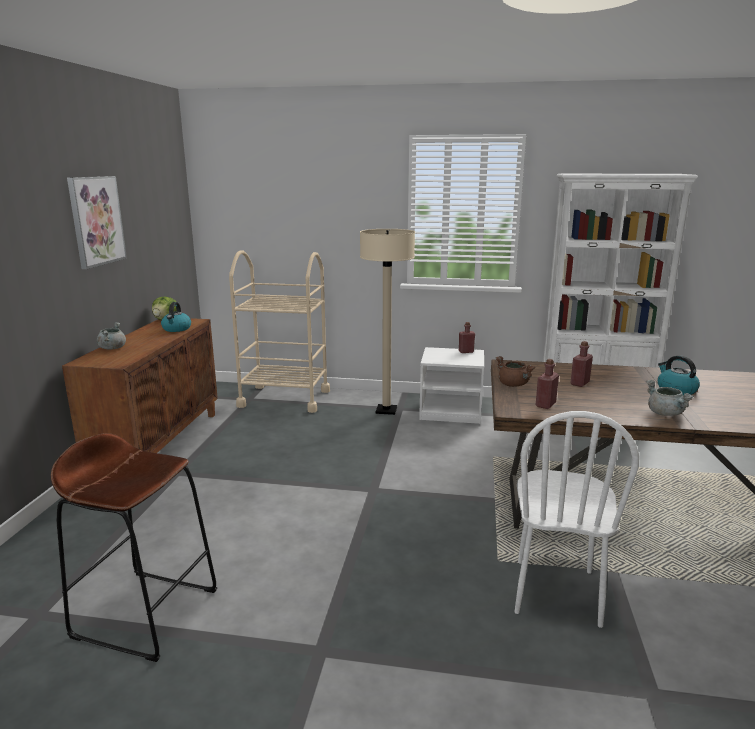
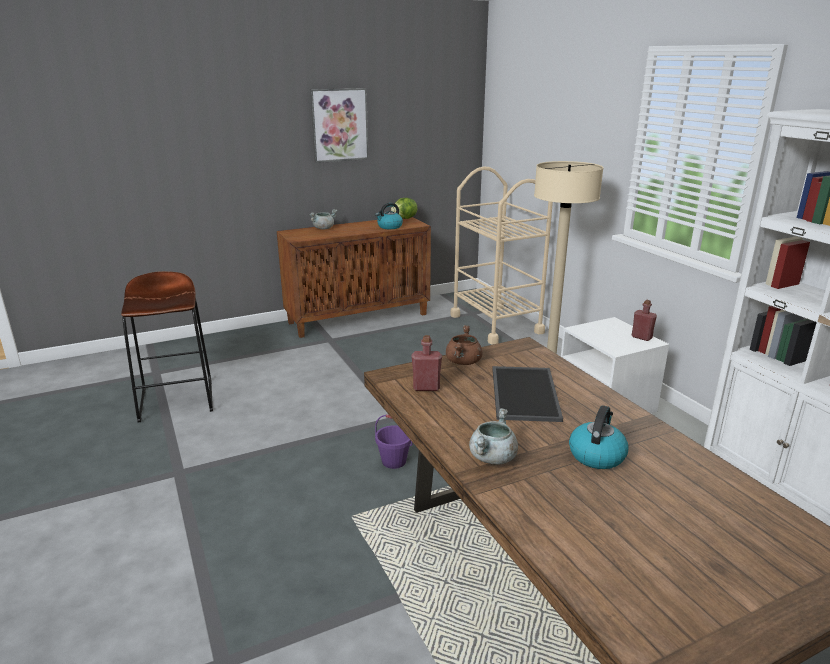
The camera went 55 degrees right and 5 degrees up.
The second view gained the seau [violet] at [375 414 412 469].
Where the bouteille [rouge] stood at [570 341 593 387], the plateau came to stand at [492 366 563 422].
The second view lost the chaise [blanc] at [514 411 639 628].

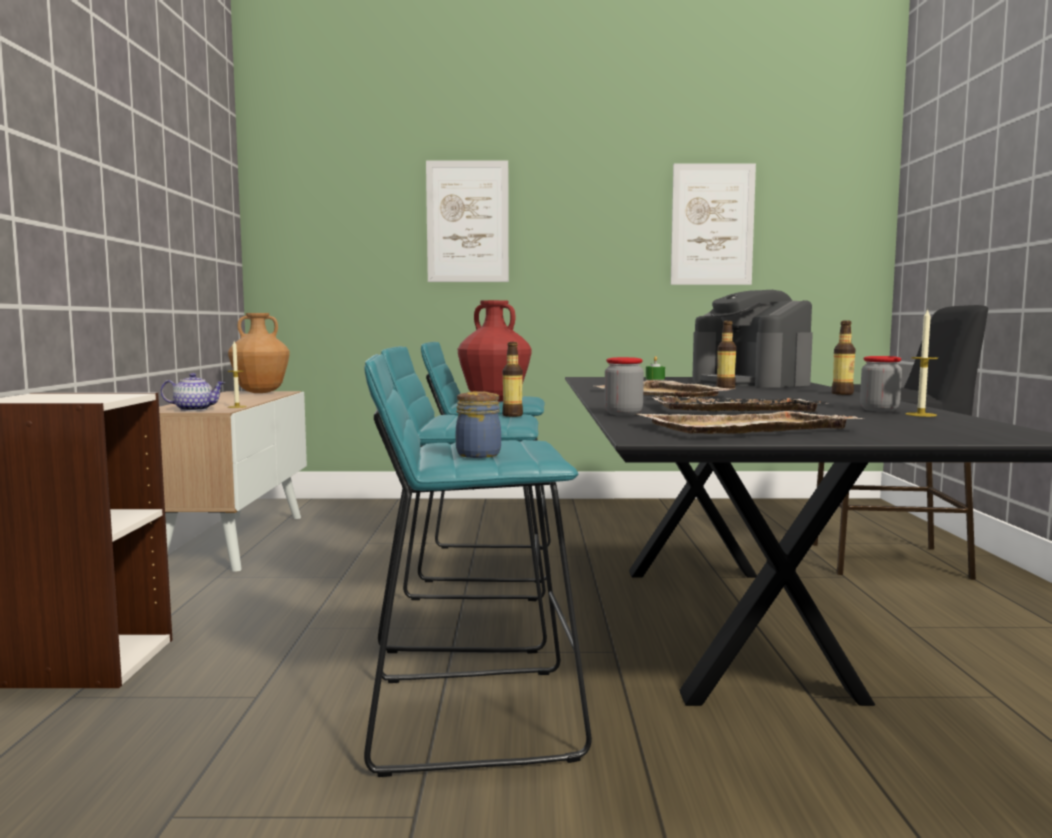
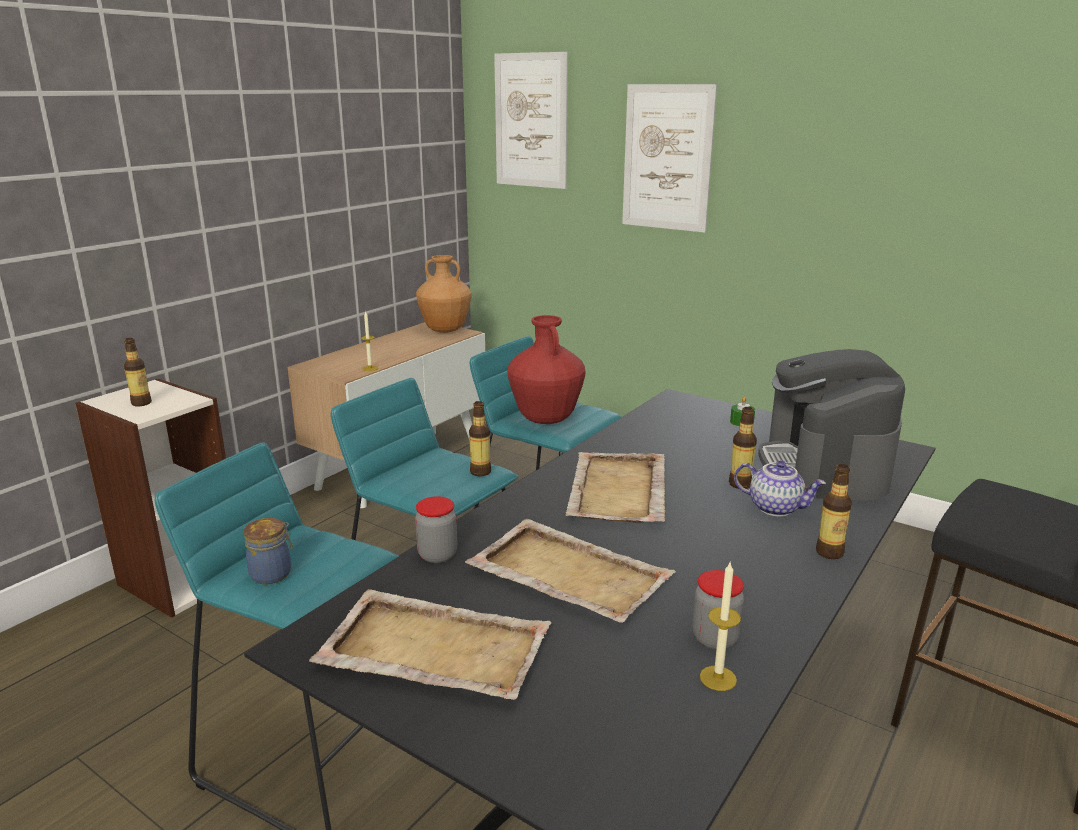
The camera went 35 degrees right and 15 degrees up.
The second view gained the bouteille at [124 338 152 406].
What was the plateau [noir] at [649 395 831 412] turned into the plateau [beige] at [465 519 676 623].
The tableau ended up elsewhere, having gone from [671 163 756 285] to [494 52 568 189].
The théière ended up elsewhere, having gone from [161 373 225 411] to [734 460 826 516].

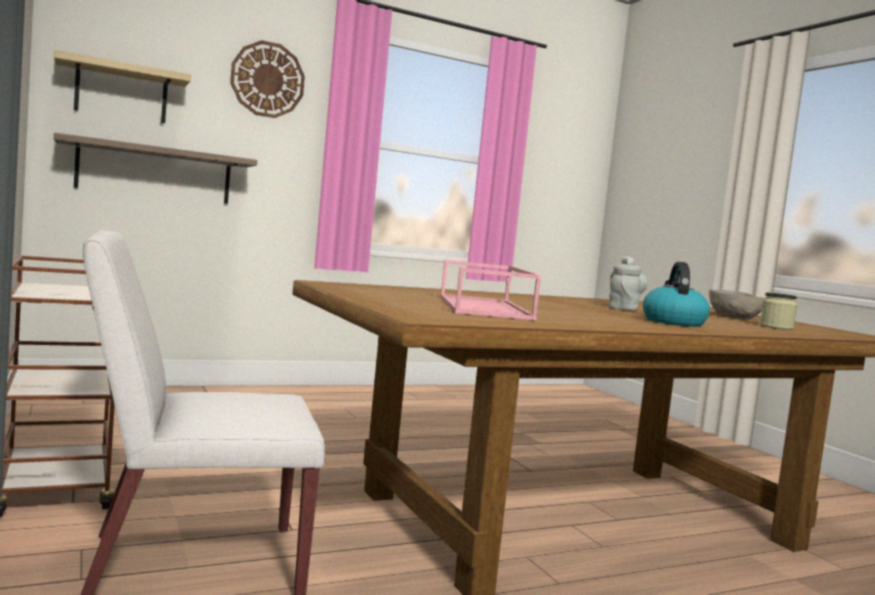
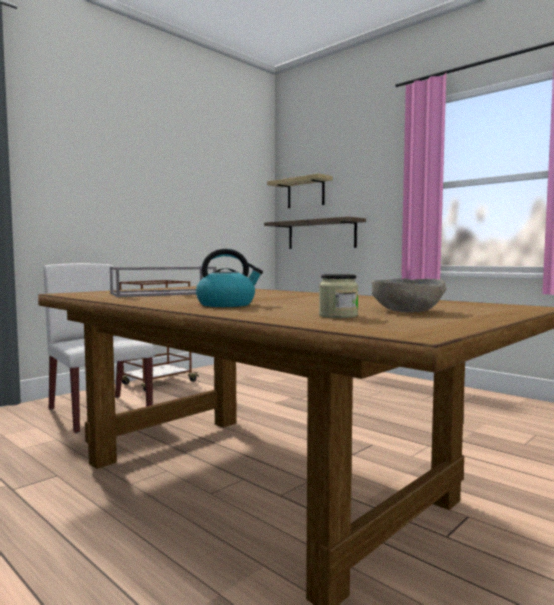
The camera went 70 degrees right and 0 degrees up.
What was the plateau [rose] at [441 260 541 320] turned into the plateau [gris] at [110 266 217 297].
The second view lost the horloge murale at [230 40 305 118].
The second view lost the théière [gris] at [609 256 647 310].

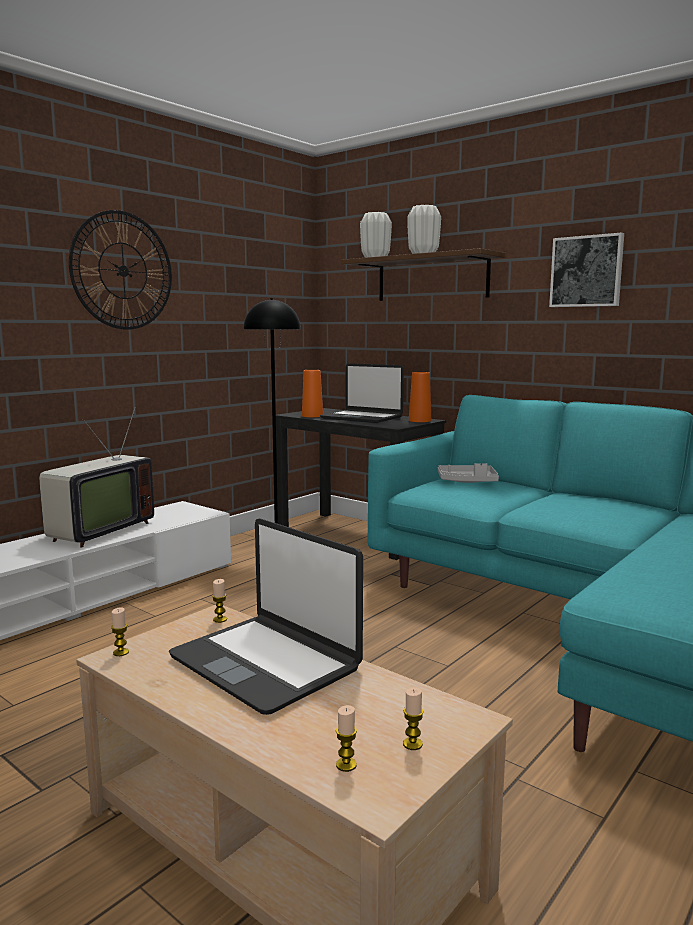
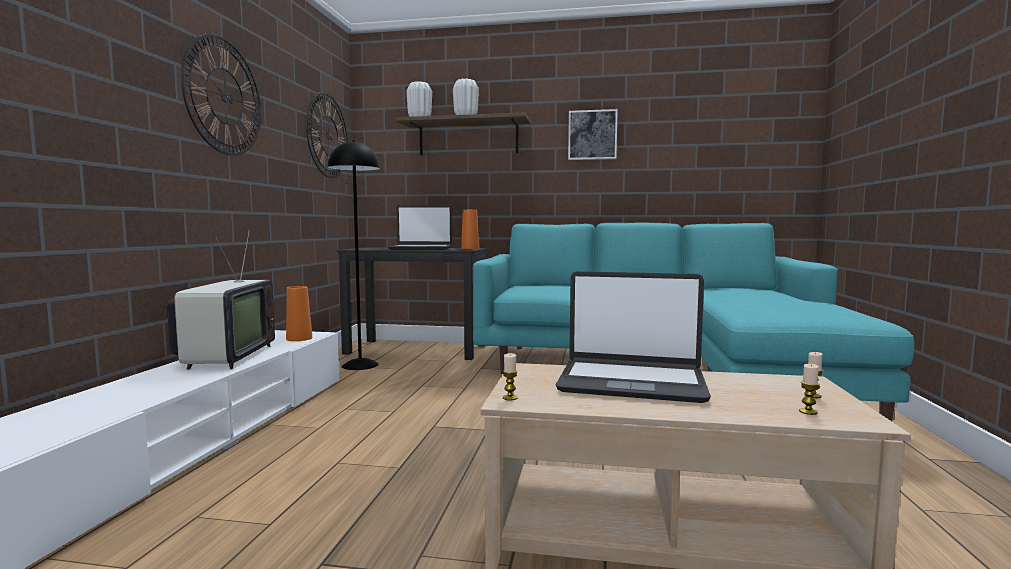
The camera went 30 degrees left and 5 degrees down.
The vase [orange] ended up elsewhere, having gone from [302 370 323 417] to [286 286 312 341].
The second view gained the horloge murale at [306 92 348 178].
The second view lost the bougie at [212 579 227 623].
The second view lost the plateau [gris] at [438 463 499 483].

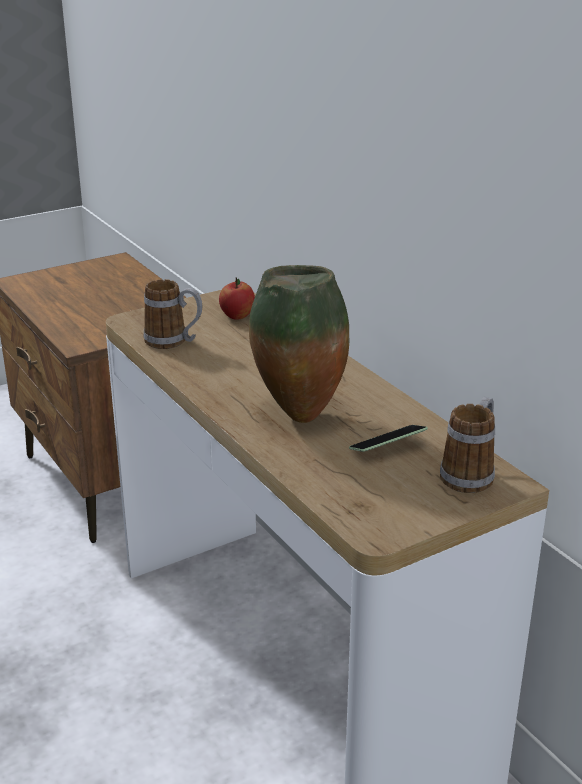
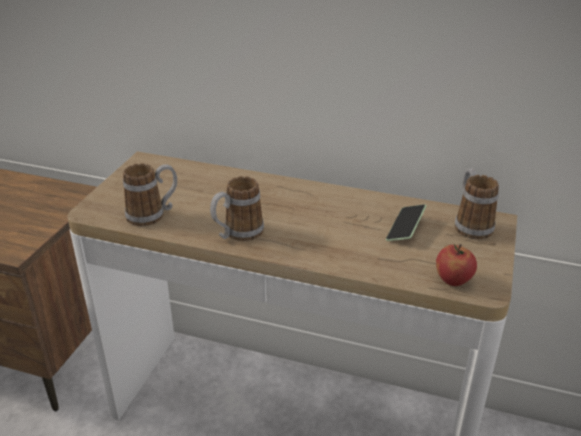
The camera went 40 degrees left and 5 degrees up.
The second view gained the mug at [210 176 264 241].
The pomme ended up elsewhere, having gone from [219 277 255 320] to [436 244 477 286].
The second view lost the vase at [249 265 349 423].

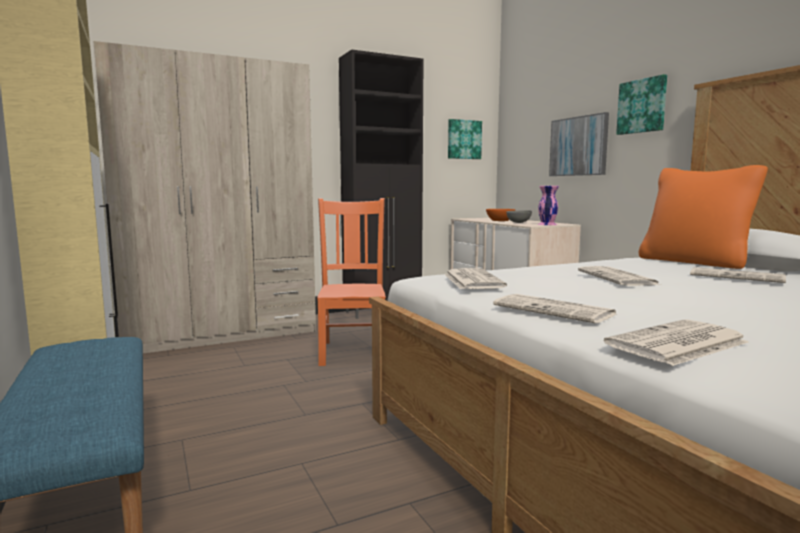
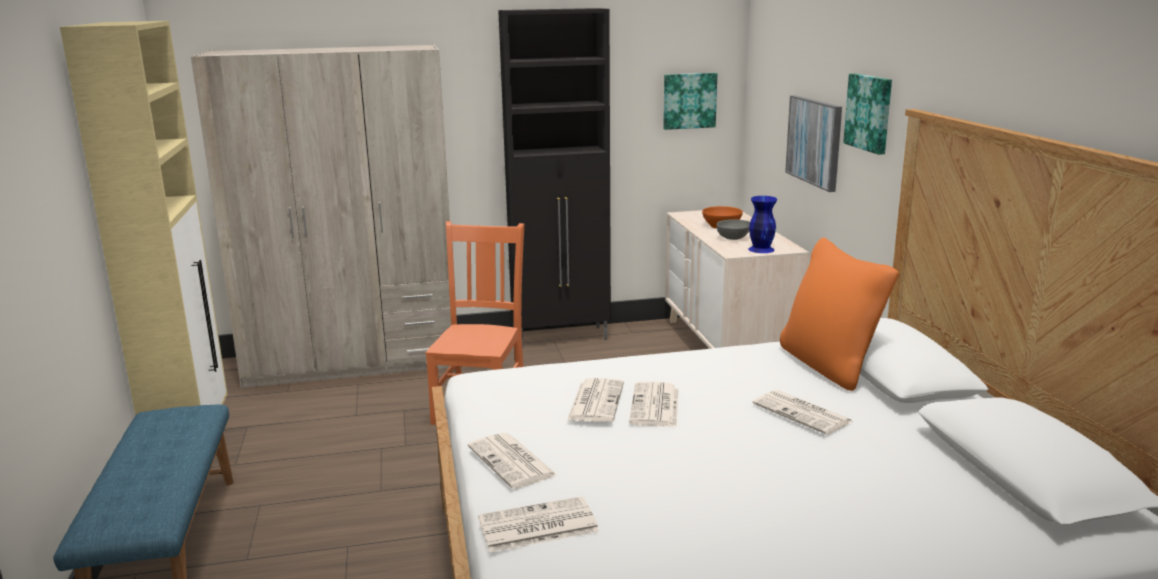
The camera went 15 degrees right and 10 degrees up.
The journal ended up elsewhere, having gone from [444 268 507 289] to [567 378 624 422].
What was the vase [rose] at [538 186 559 225] turned into the vase [bleu] at [748 196 777 253].

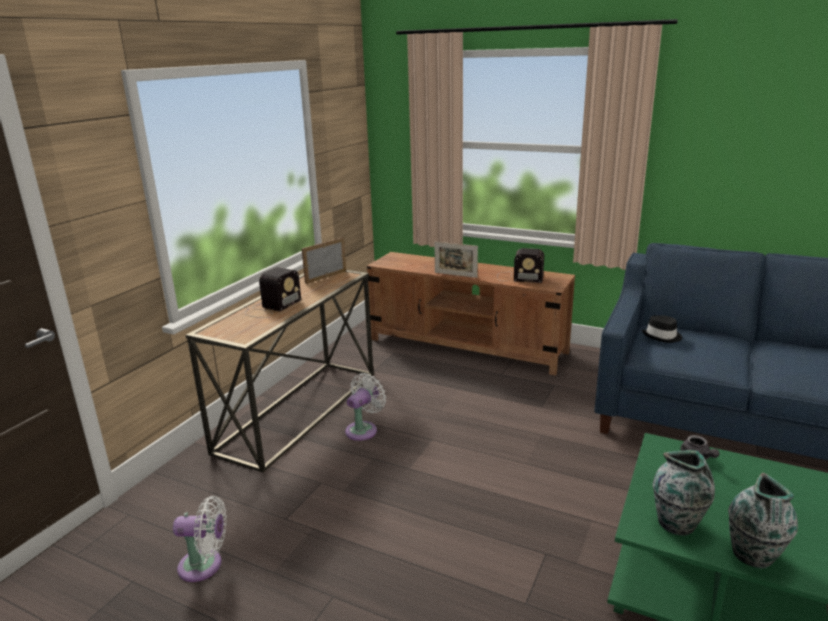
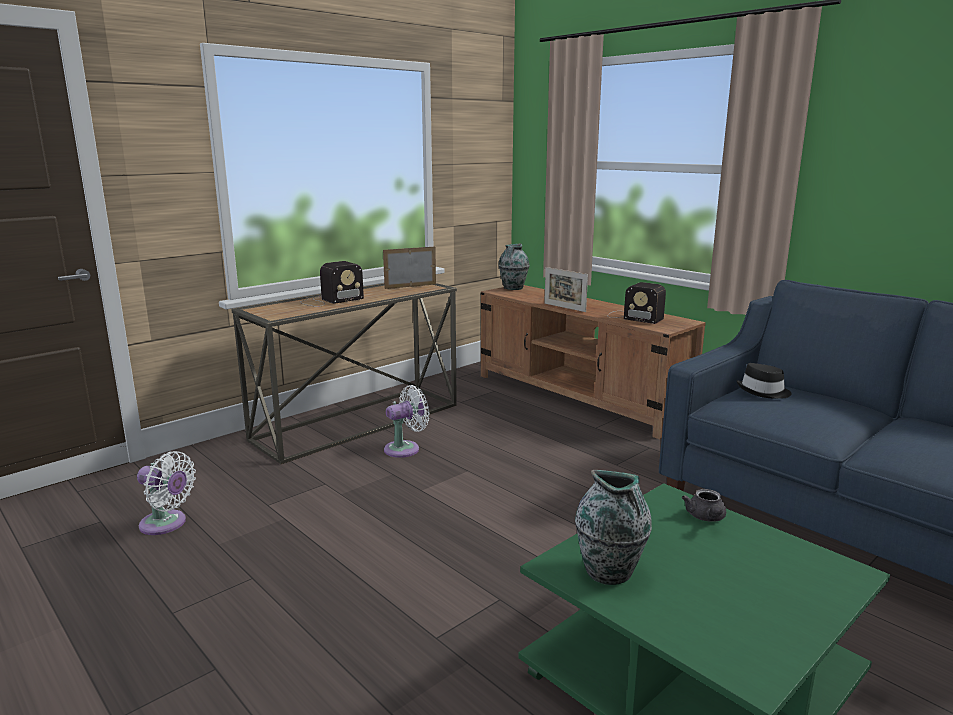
The camera went 20 degrees right and 5 degrees down.
The vase ended up elsewhere, having gone from [728 473 798 568] to [499 244 530 290].

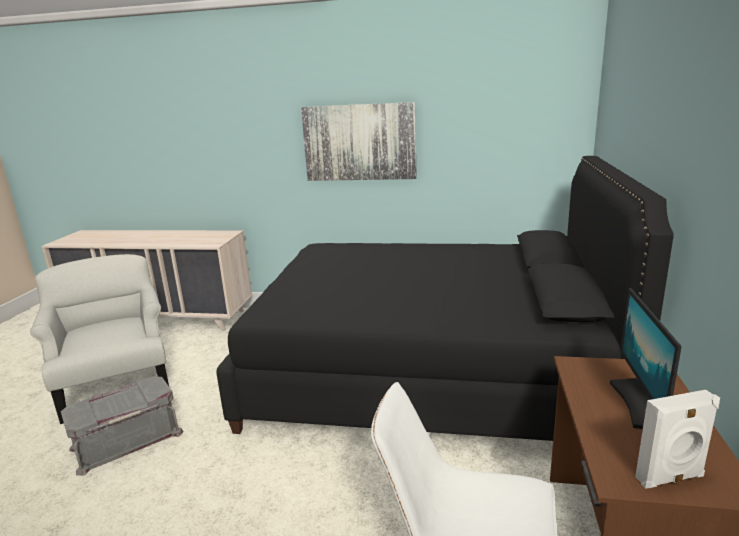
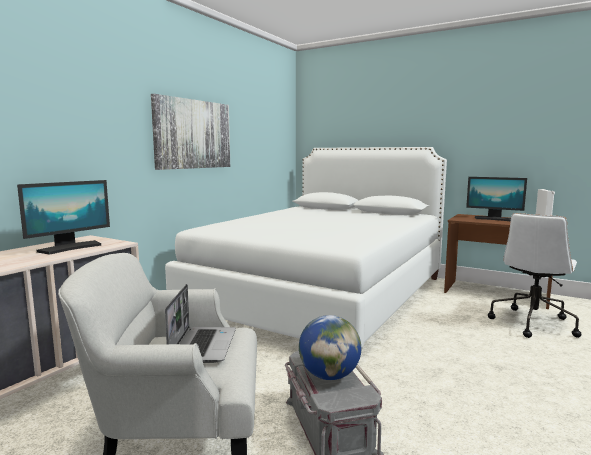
The camera went 70 degrees left and 10 degrees down.
The second view gained the écran d'ordinateur at [17 180 110 255].
What was the lit [noir] at [216 156 674 441] turned into the lit [blanc] at [165 147 447 349].
The second view gained the ordinateur portable at [165 284 236 363].
The second view gained the globe at [299 315 361 380].

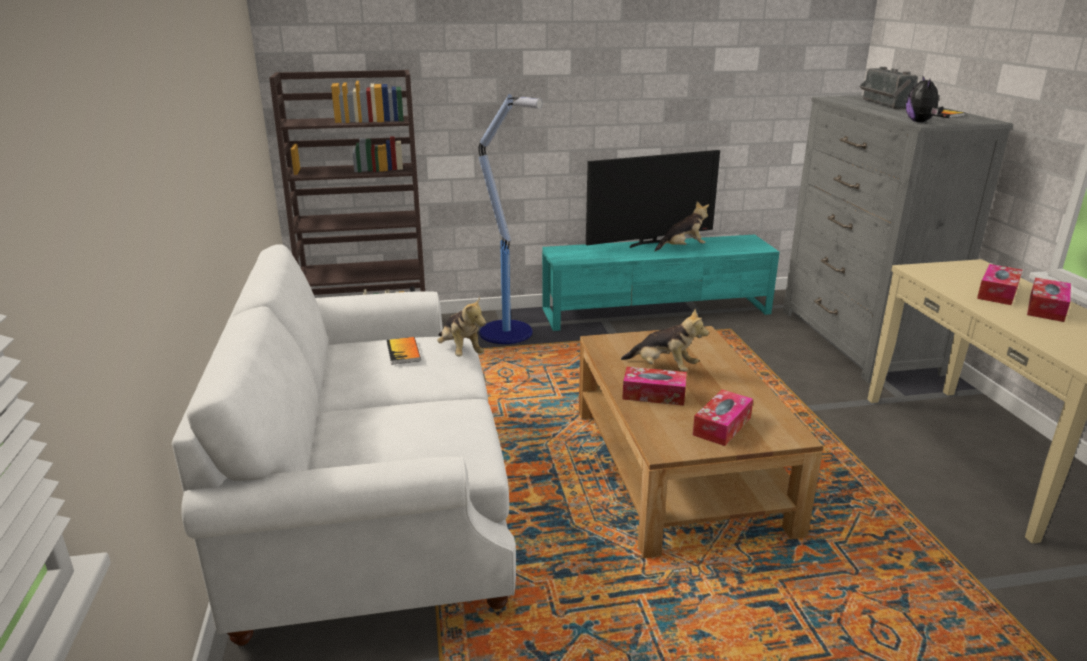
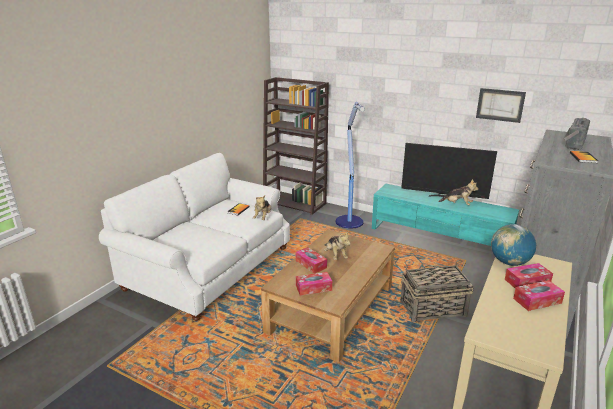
The camera went 40 degrees right and 0 degrees up.
The second view gained the panier at [400 262 473 322].
The second view gained the tableau at [476 88 526 123].
The second view gained the globe at [491 224 536 266].
The second view lost the peluche at [906 76 944 122].

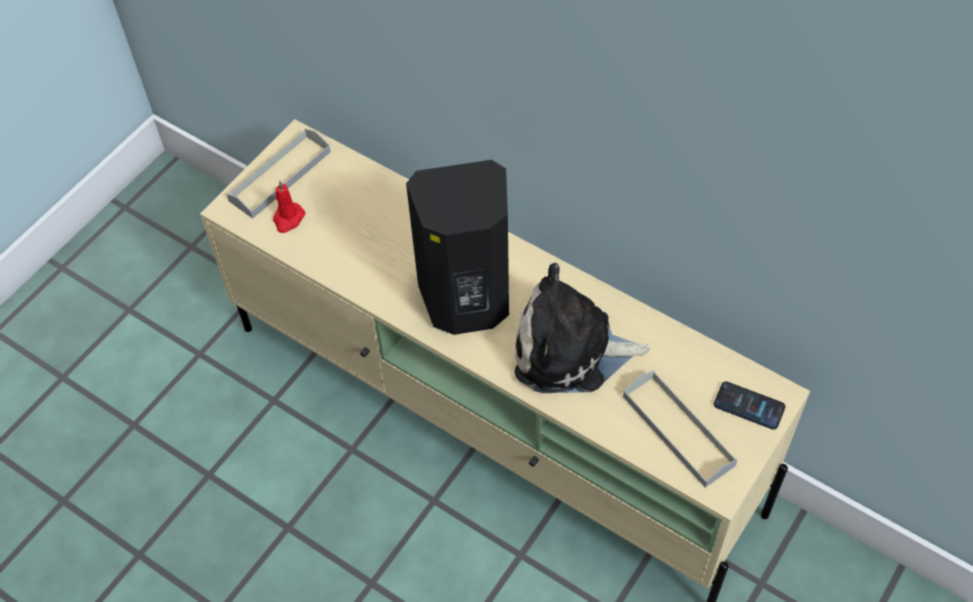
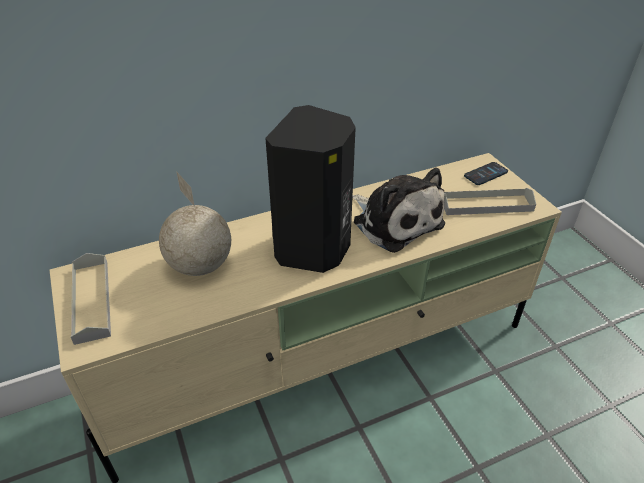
The camera went 60 degrees left and 15 degrees down.
The second view gained the globe at [159 171 231 276].
The peluche at [515 263 650 393] ended up facing another way, 75 degrees counterclockwise from before.
The second view lost the bougie [rouge] at [273 180 305 233].

